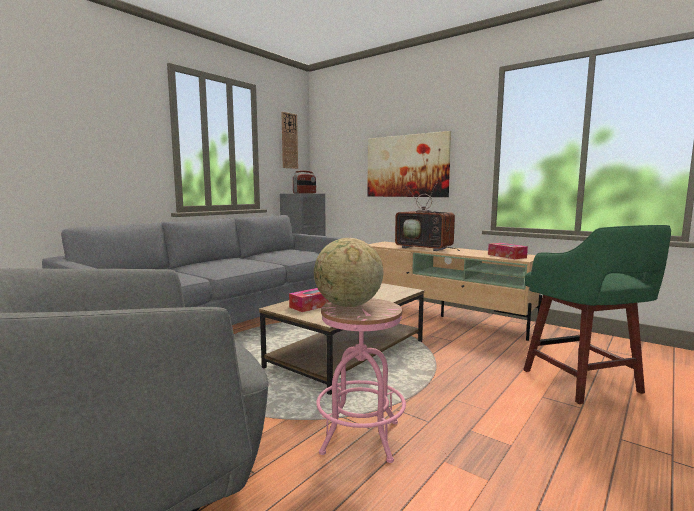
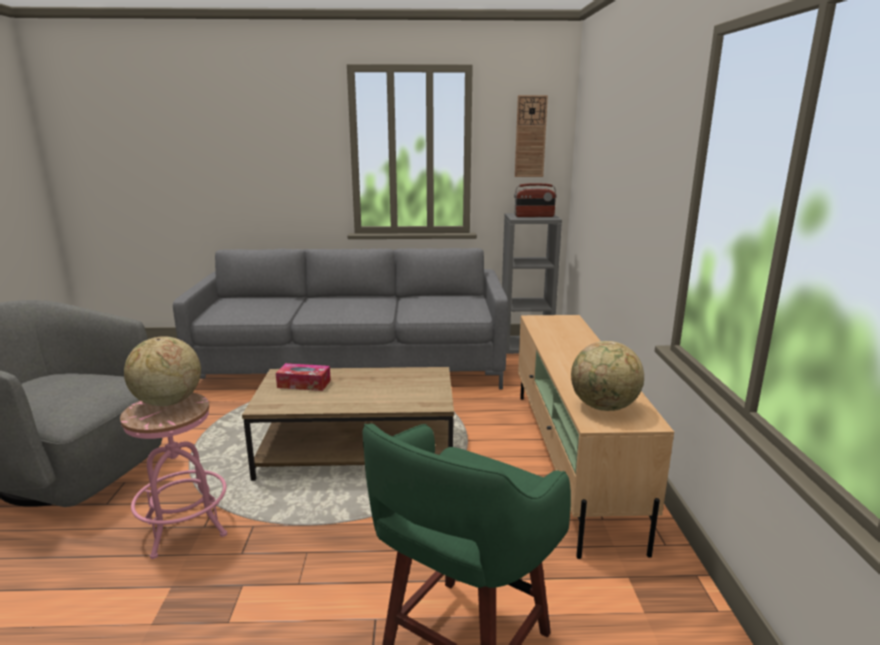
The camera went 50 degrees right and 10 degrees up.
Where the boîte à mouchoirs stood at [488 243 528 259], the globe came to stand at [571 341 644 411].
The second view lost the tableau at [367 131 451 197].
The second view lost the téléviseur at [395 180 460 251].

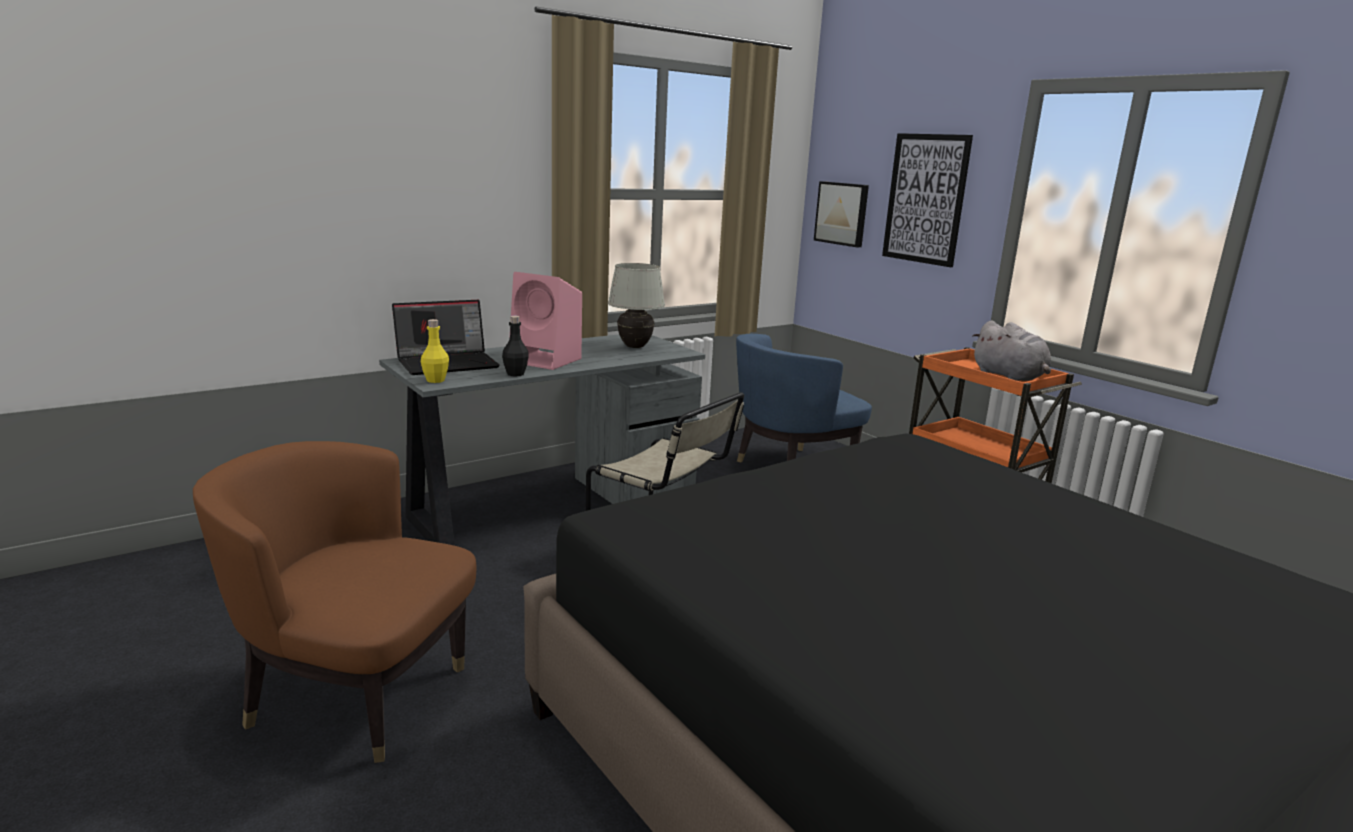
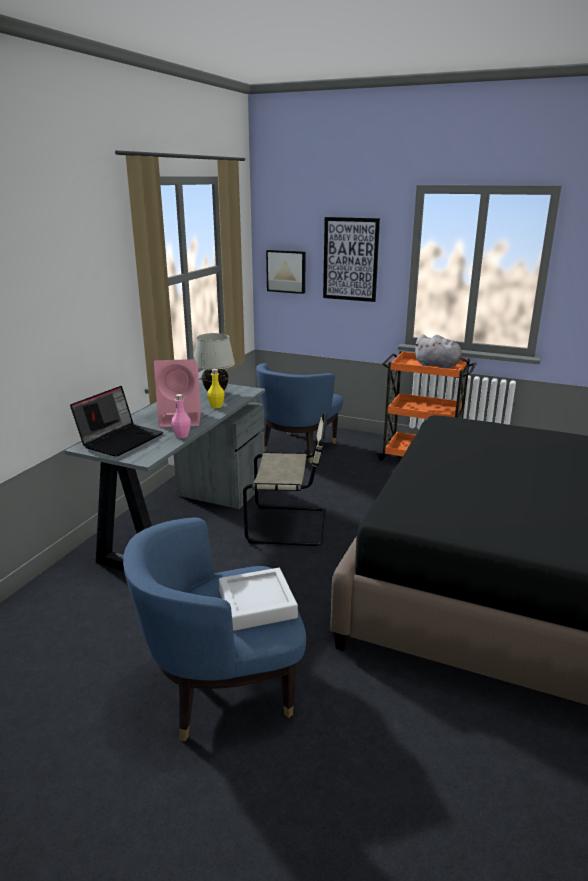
The camera went 30 degrees left and 5 degrees up.
What was the fauteuil [marron] at [193 441 476 763] turned into the fauteuil [bleu] at [123 517 306 741].
What was the bouteille [noir] at [502 316 529 377] turned into the bouteille [rose] at [171 394 191 438].
The bouteille [jaune] ended up elsewhere, having gone from [421 319 449 383] to [207 369 224 408].
The second view gained the plateau [gris] at [219 568 298 631].

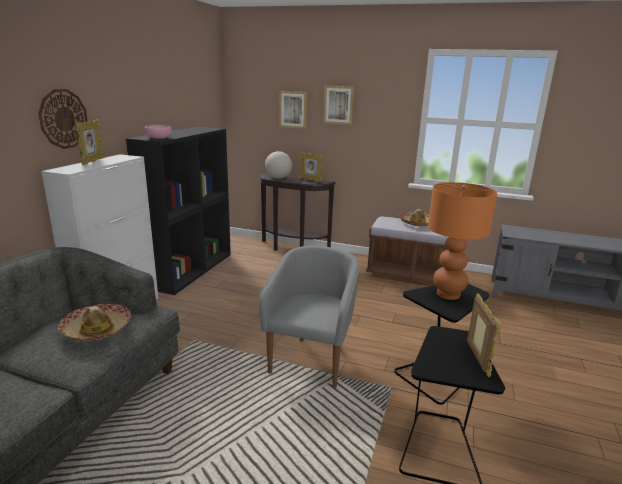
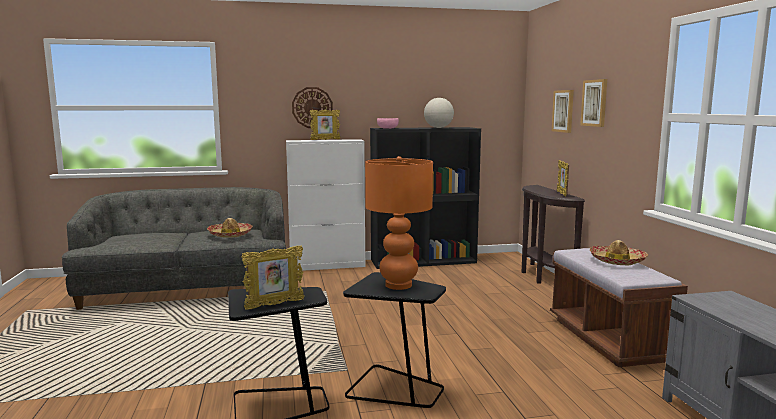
The camera went 60 degrees right and 10 degrees down.
The globe ended up elsewhere, having gone from [265 151 292 179] to [424 98 454 128].
The second view lost the fauteuil [gris] at [259 246 359 388].

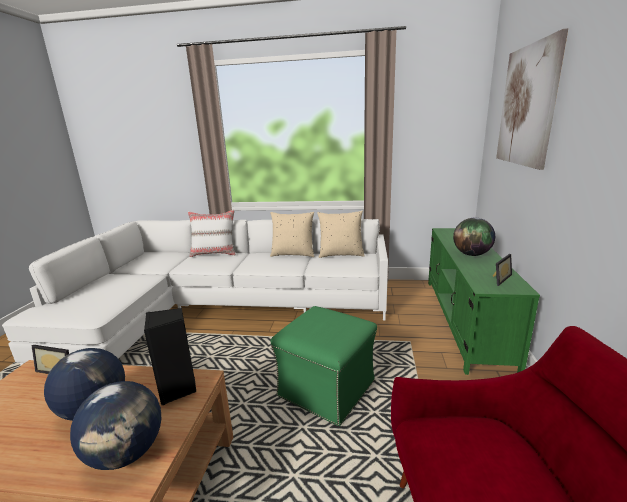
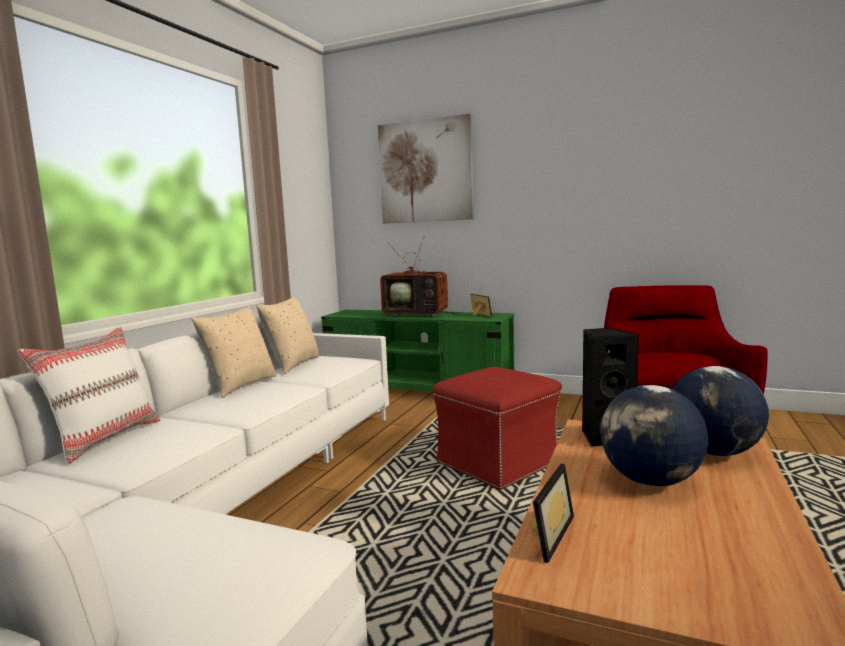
The camera went 75 degrees left and 10 degrees down.
Where the globe stood at [453 218 495 256], the téléviseur came to stand at [380 236 457 317].
What was the pouf [vert] at [270 306 377 426] turned into the pouf [rouge] at [432 367 562 490].

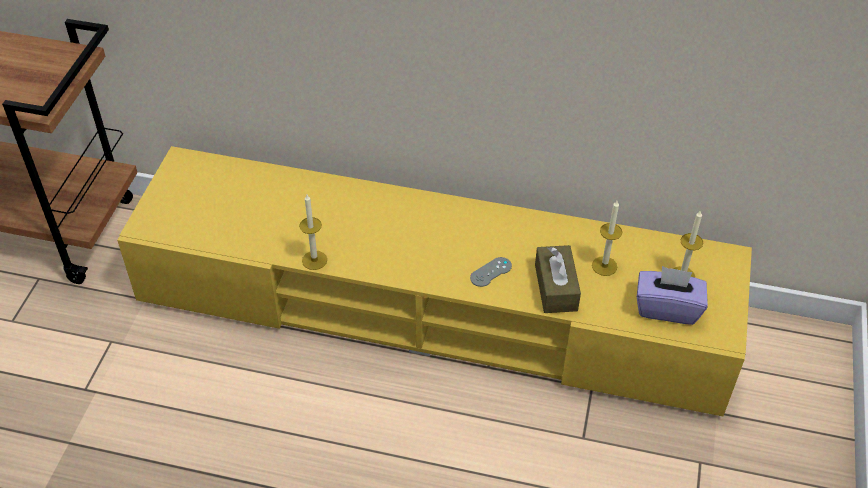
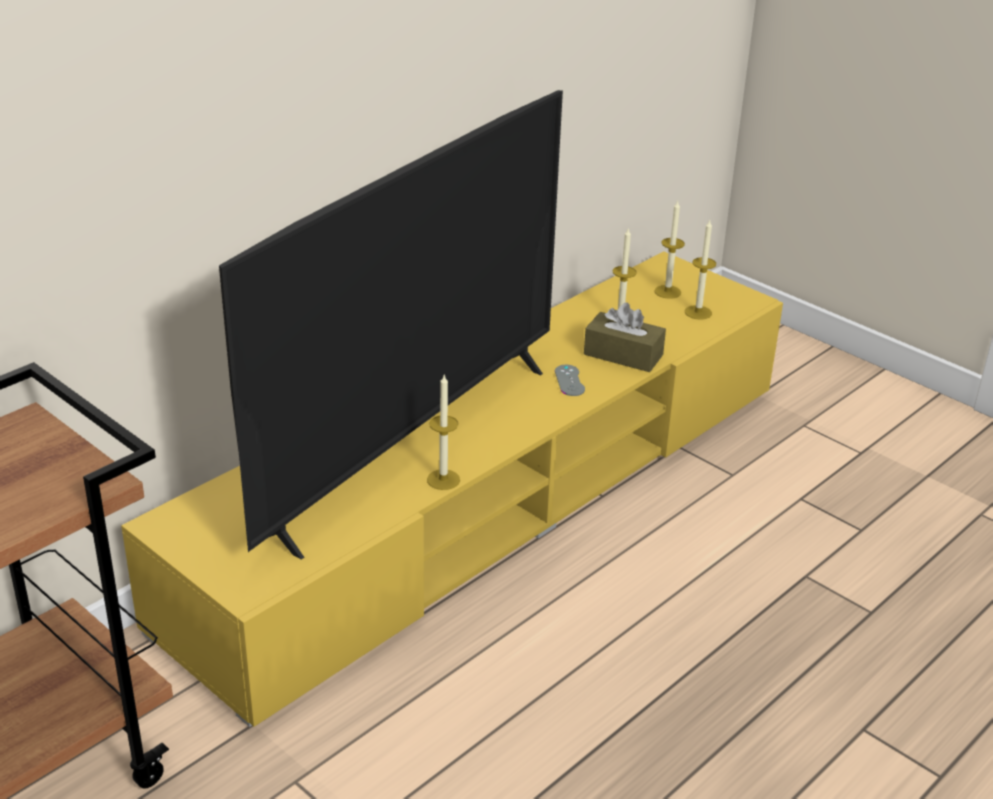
The camera went 60 degrees left and 15 degrees down.
The second view gained the téléviseur at [219 90 563 560].
Where the boîte à mouchoirs [violet] stood at [637 266 708 325], the bougie came to stand at [685 220 716 320].

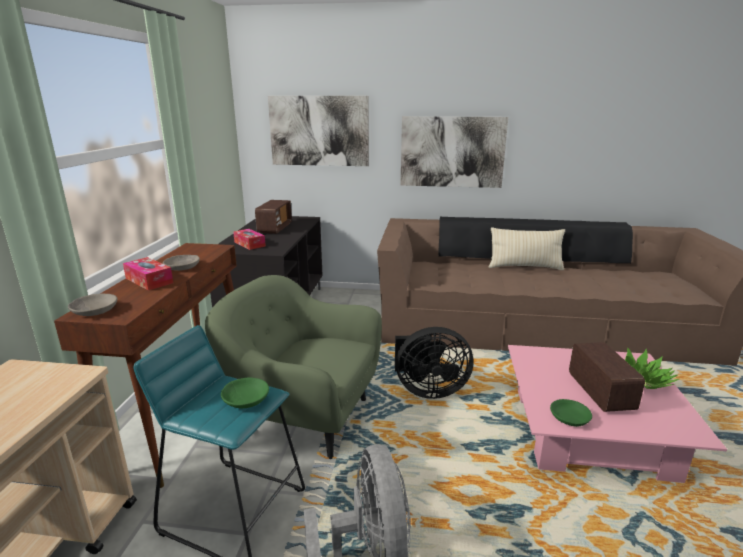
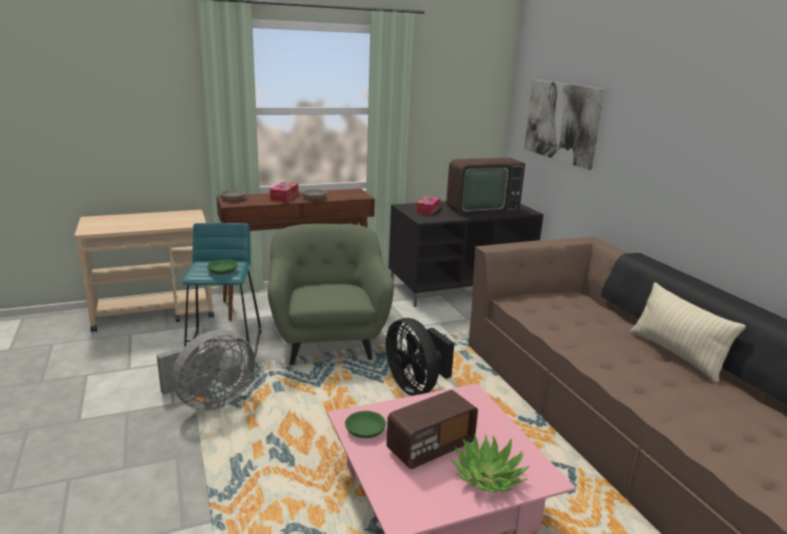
The camera went 60 degrees right and 0 degrees up.
Where the radio stood at [255 200 292 234], the téléviseur came to stand at [446 158 525 215].
The second view lost the tableau at [401 116 508 188].

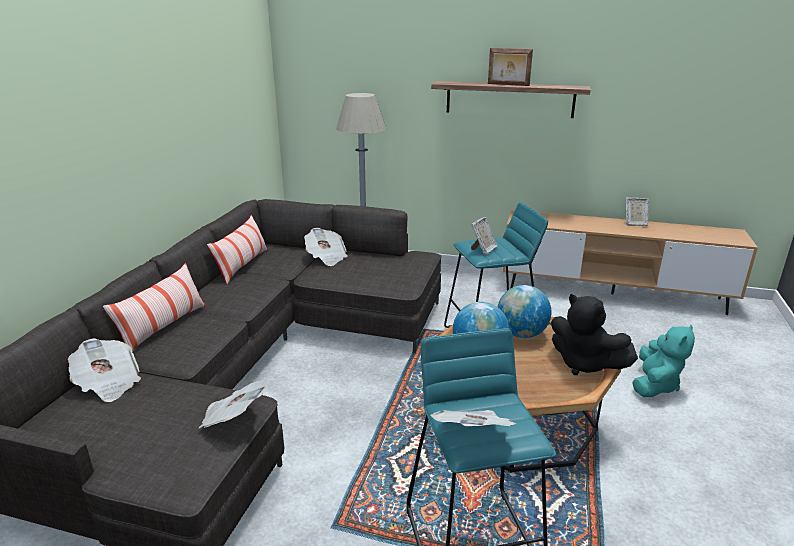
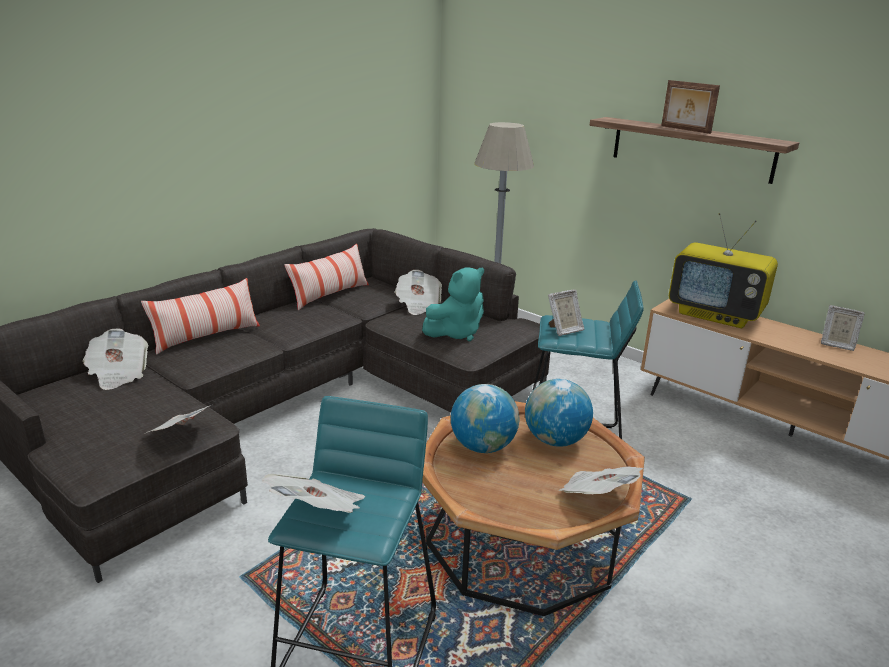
The camera went 25 degrees right and 0 degrees up.
The peluche [turquoise] ended up elsewhere, having gone from [632 325 695 397] to [422 267 484 341].
Where the peluche [noir] stood at [551 294 638 375], the journal came to stand at [558 466 643 495].
The second view gained the téléviseur at [669 213 778 328].

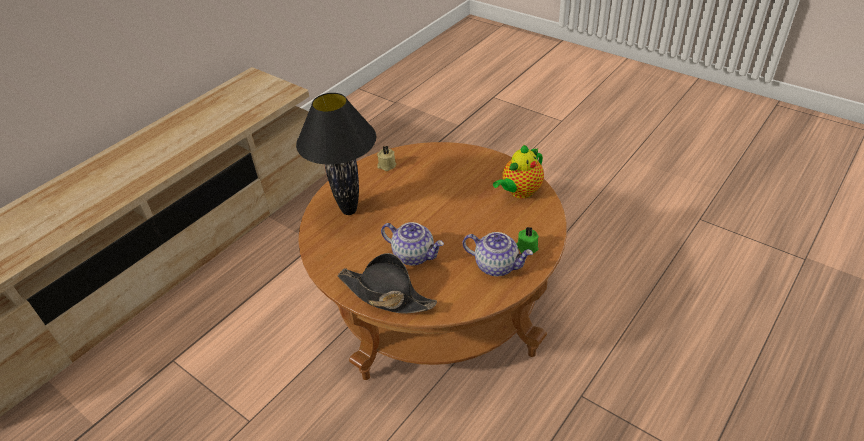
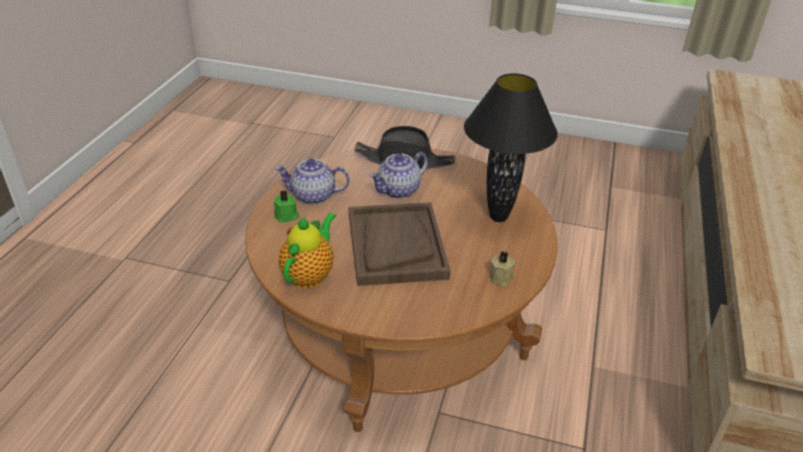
The camera went 155 degrees right and 5 degrees down.
The second view gained the plateau [marron] at [349 202 450 286].
The théière at [381 222 444 266] ended up facing another way, 45 degrees counterclockwise from before.

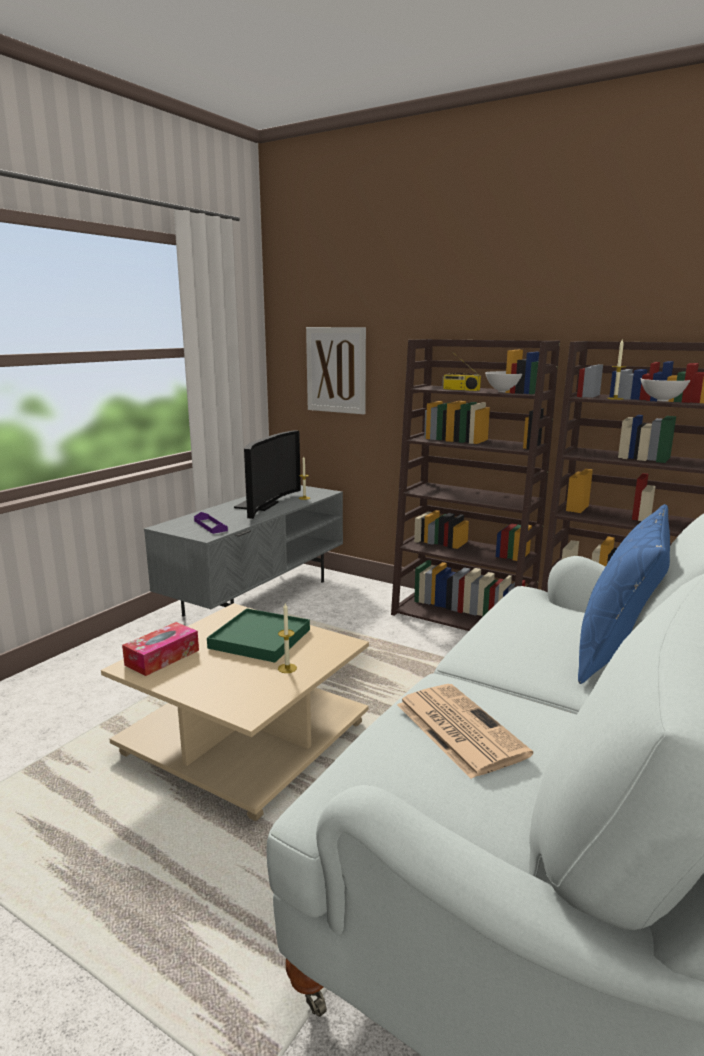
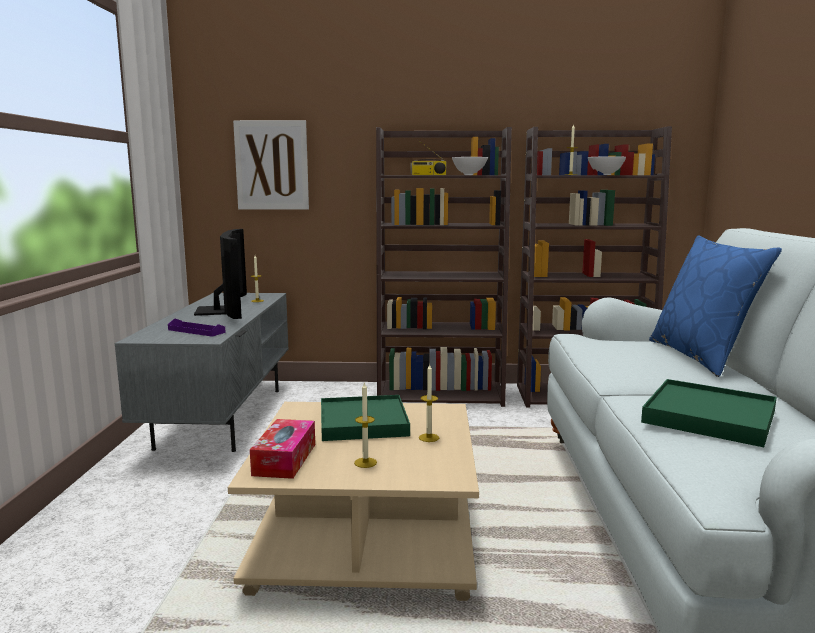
The camera went 30 degrees left and 5 degrees down.
The second view gained the bougie at [354 382 377 468].
Where the journal stood at [397 684 533 779], the plateau [vert] came to stand at [641 379 777 447].

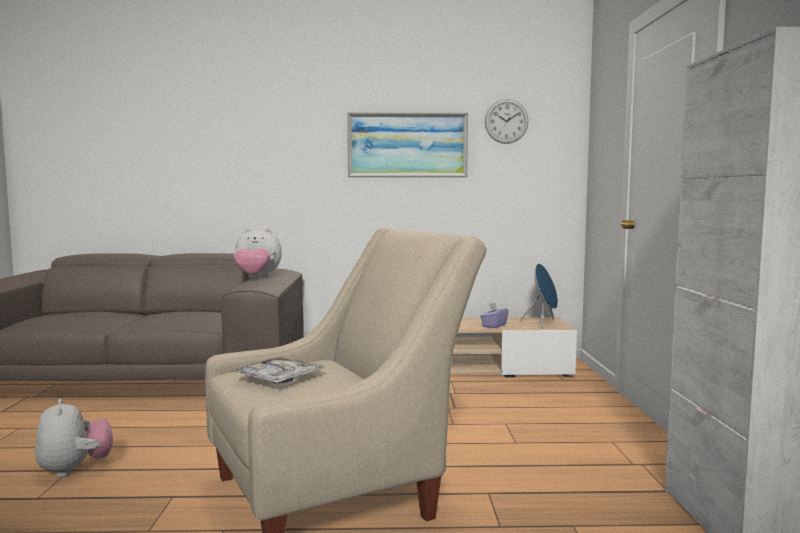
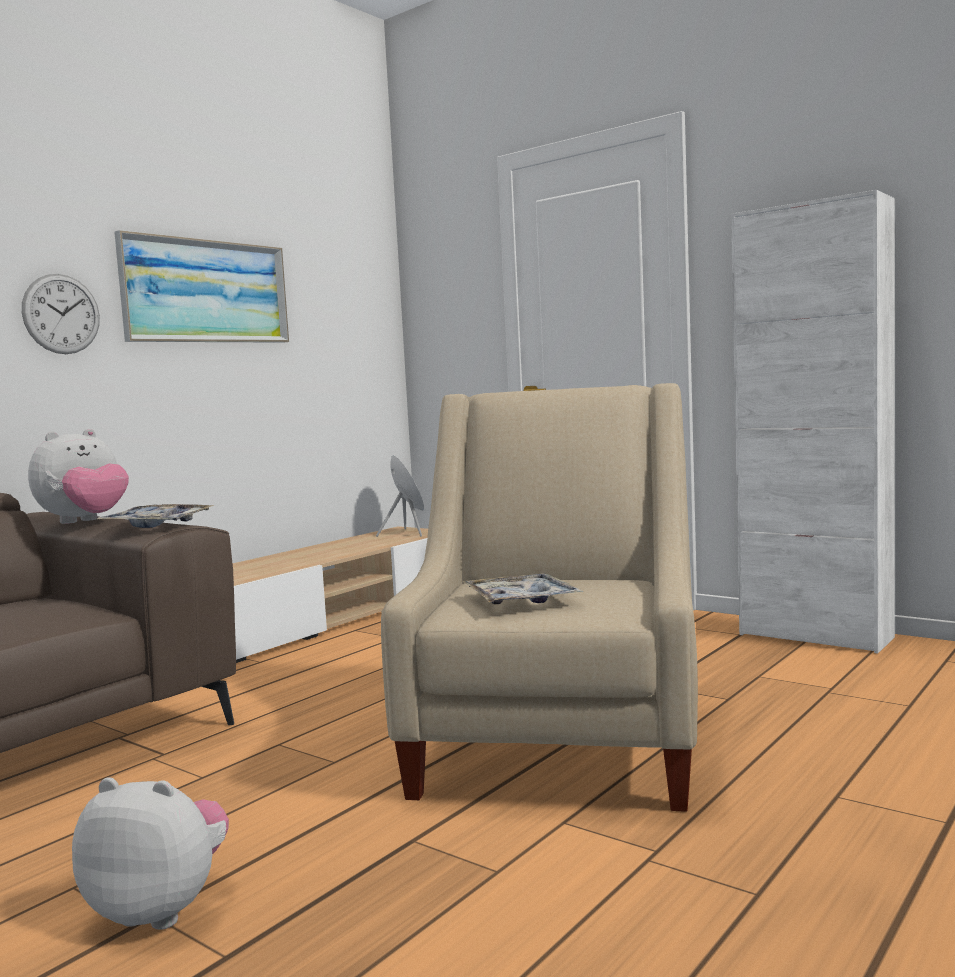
The camera went 50 degrees left and 0 degrees up.
The horloge murale ended up elsewhere, having gone from [485 99 529 144] to [22 274 100 354].
The second view gained the plateau at [95 504 214 528].
The second view lost the boîte à mouchoirs [violet] at [480 302 509 328].

